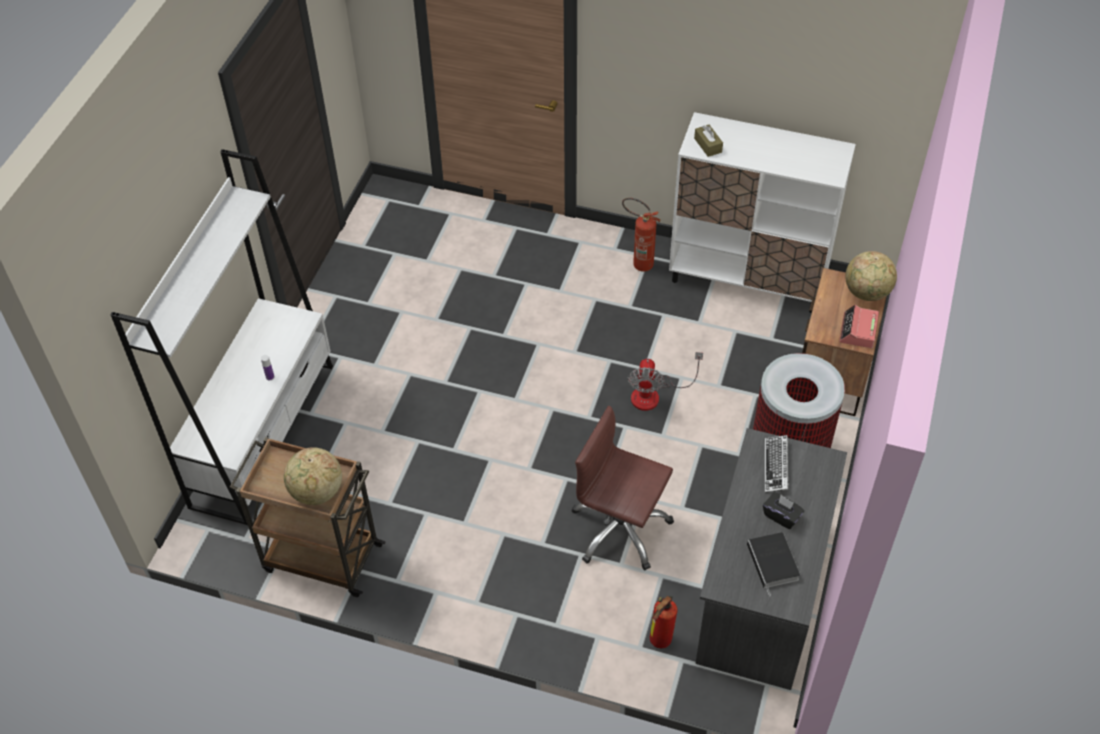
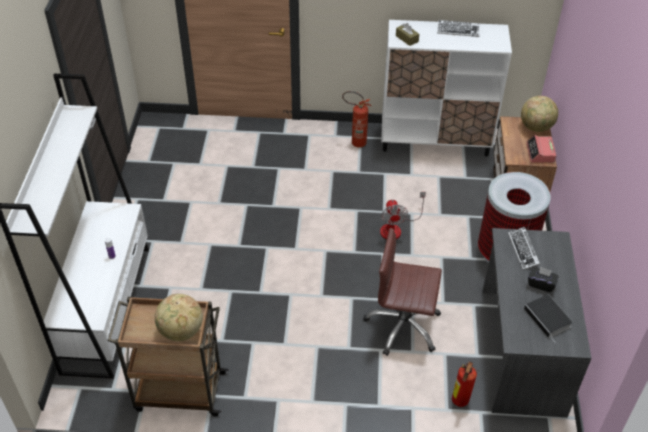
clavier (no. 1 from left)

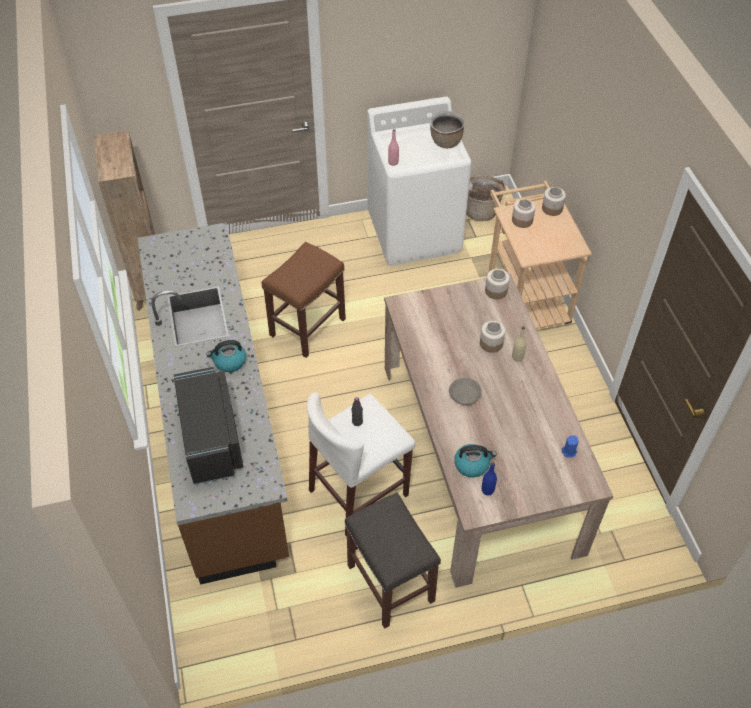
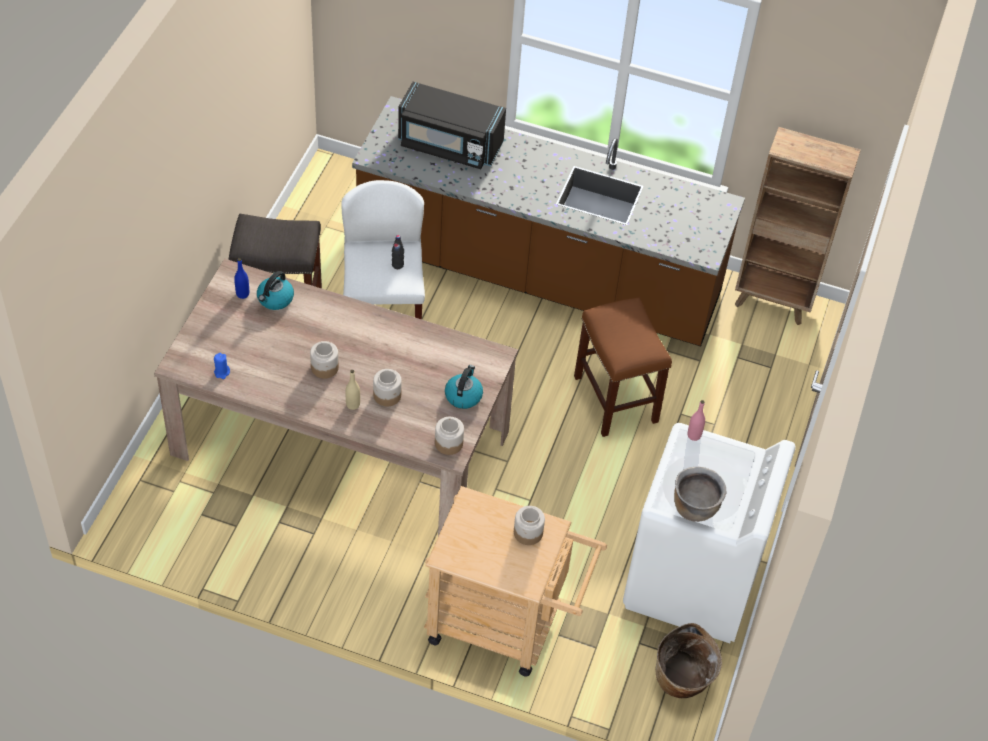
bol (gris)
bouilloire (no. 2 from left)
bocal (no. 1 from left)

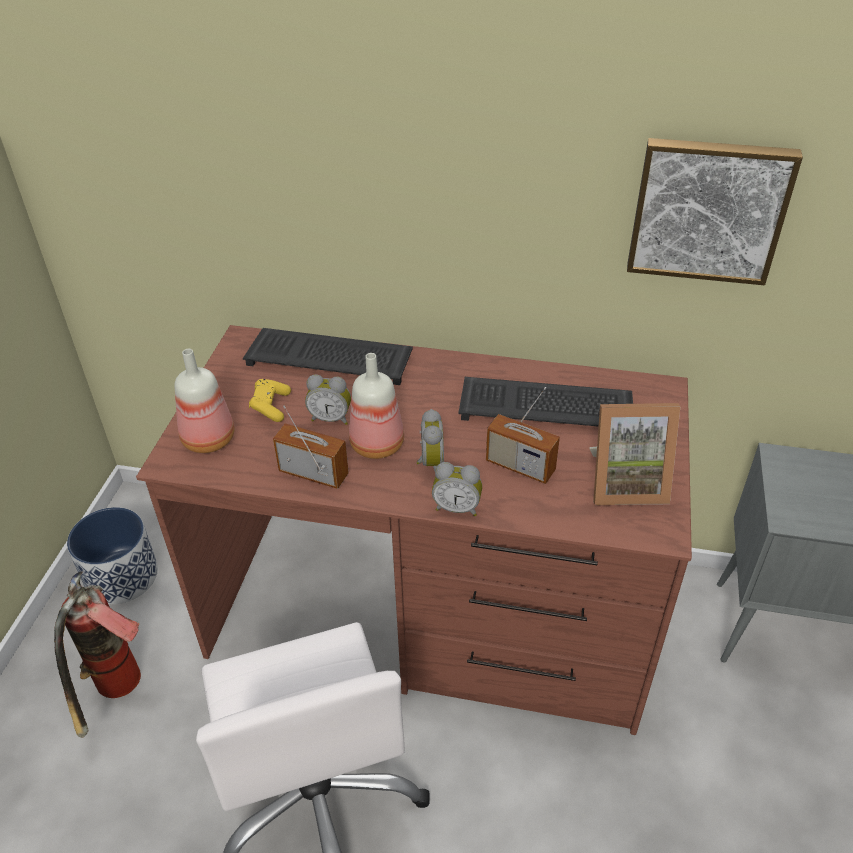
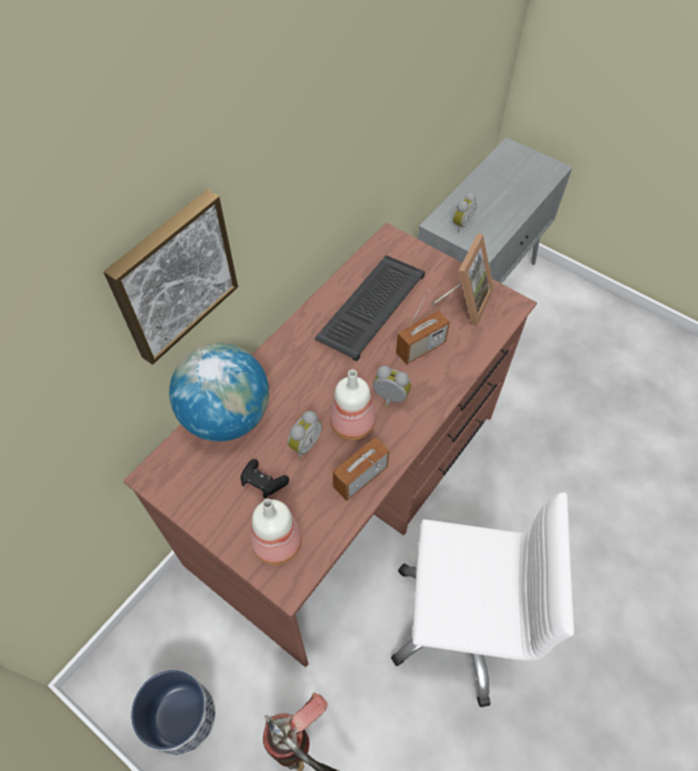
réveil (no. 3 from left)
tableau
globe
manette (noir)

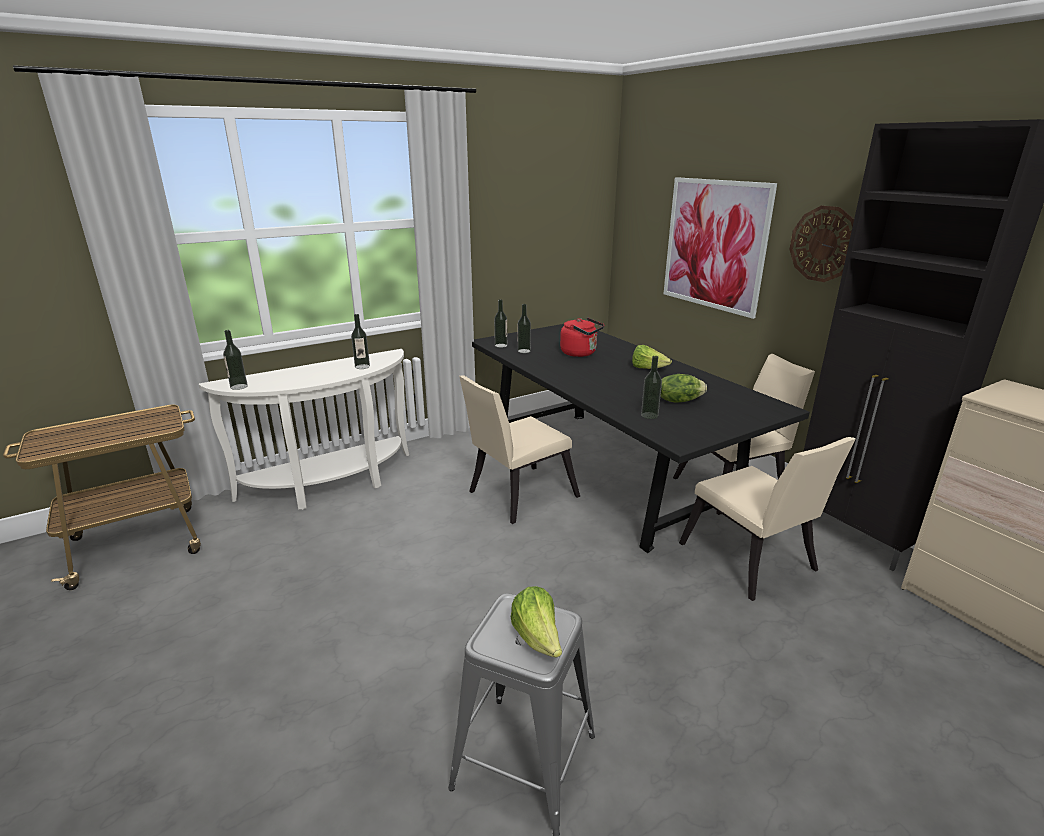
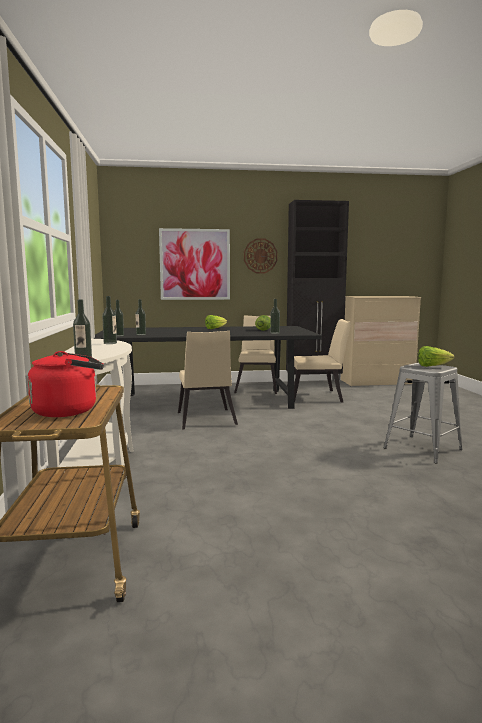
bouilloire (rouge)

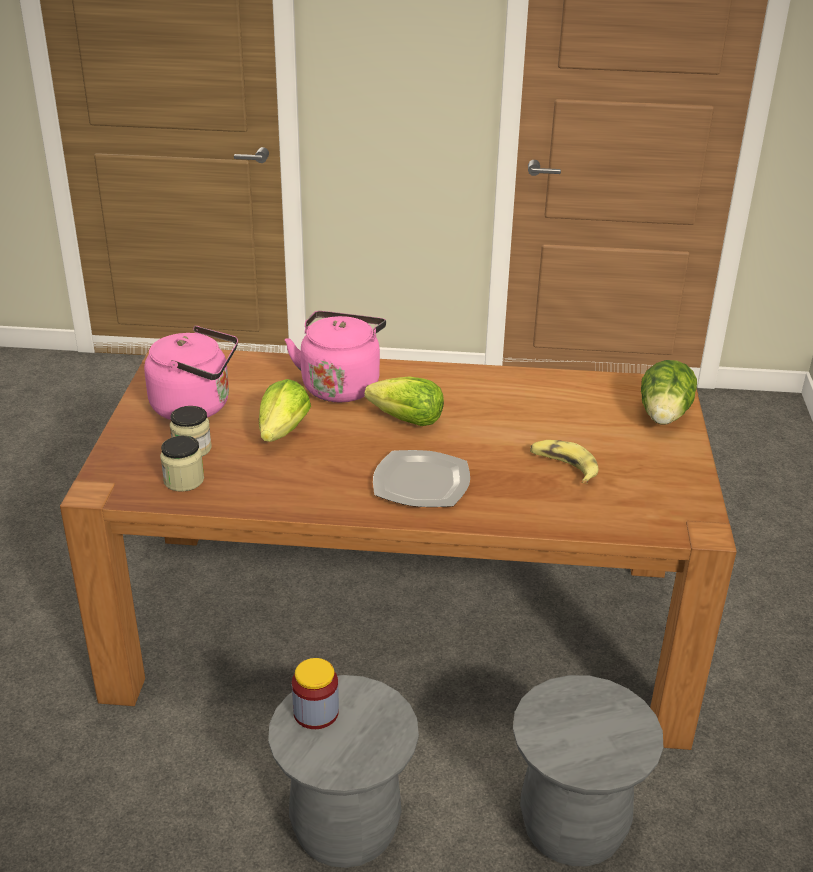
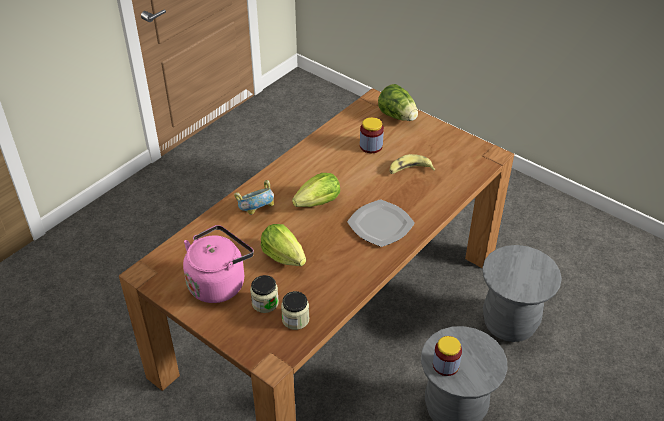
bocal (no. 3 from left)
bol

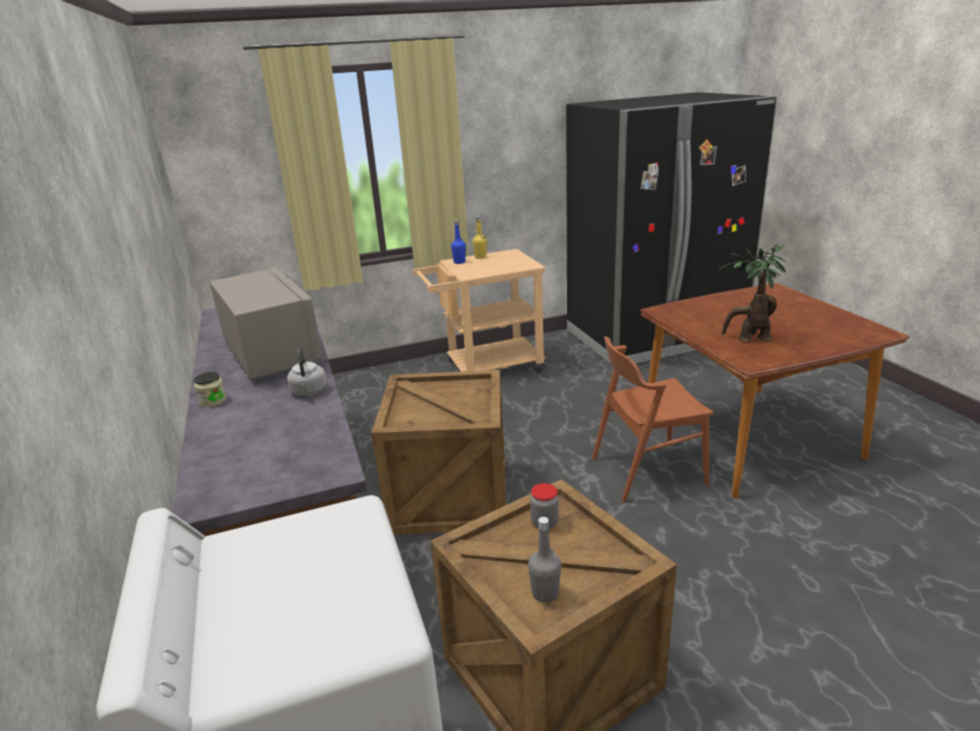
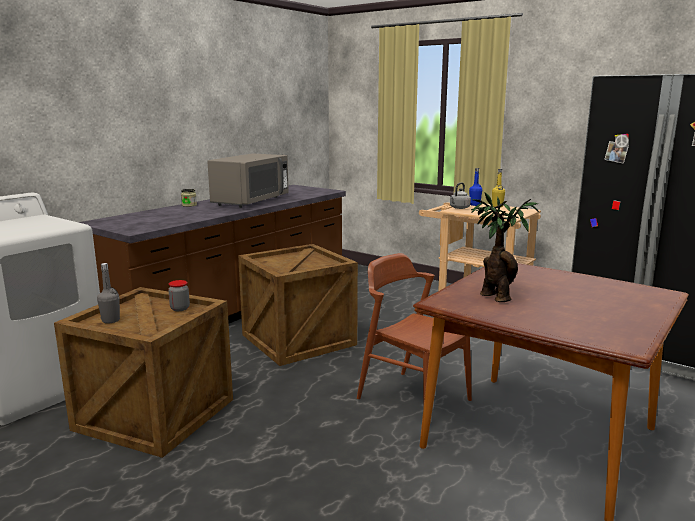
bouilloire (gris)

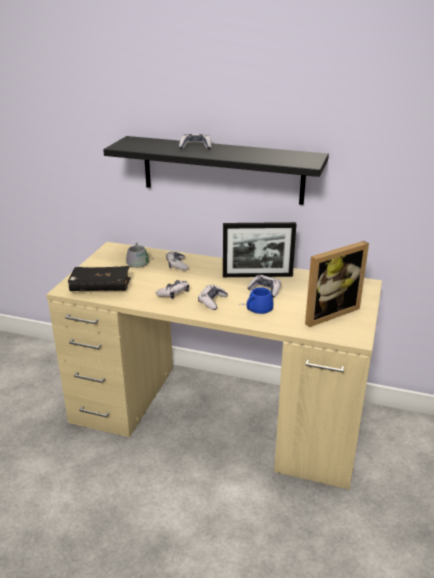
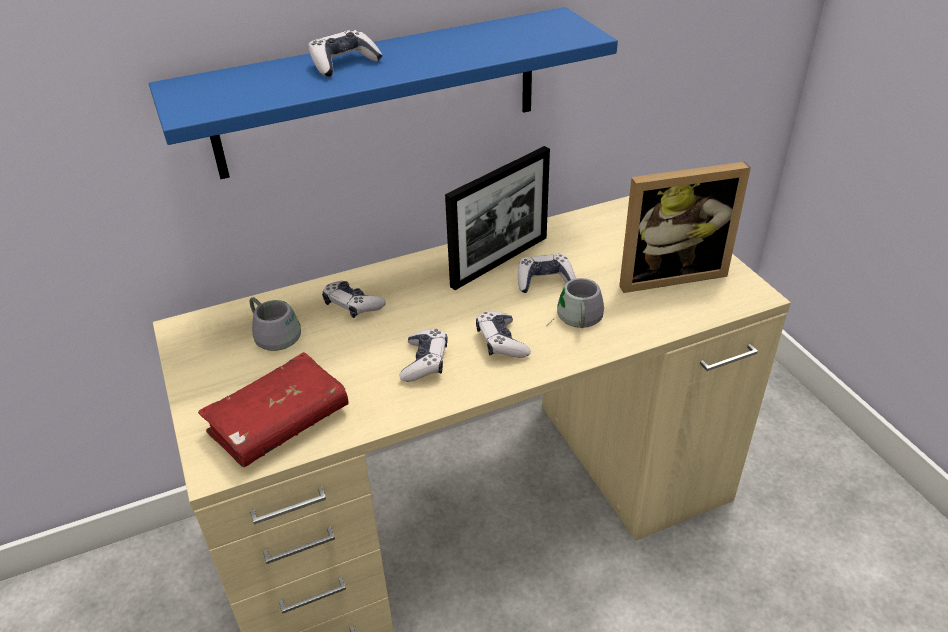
livre (rouge)
étagère (bleu)
mug (gris) (no. 2 from left)
cadre photo (no. 2 from left)

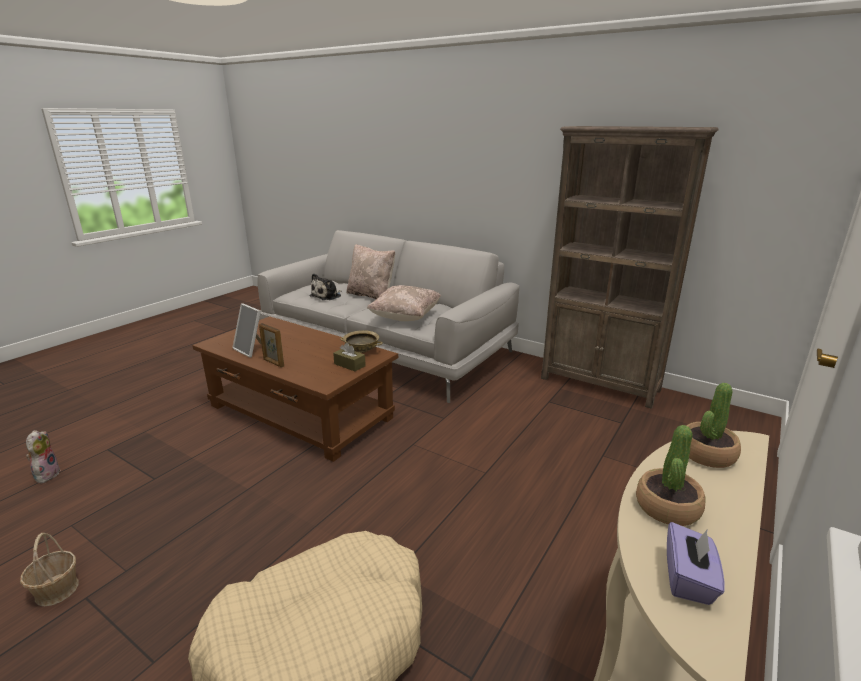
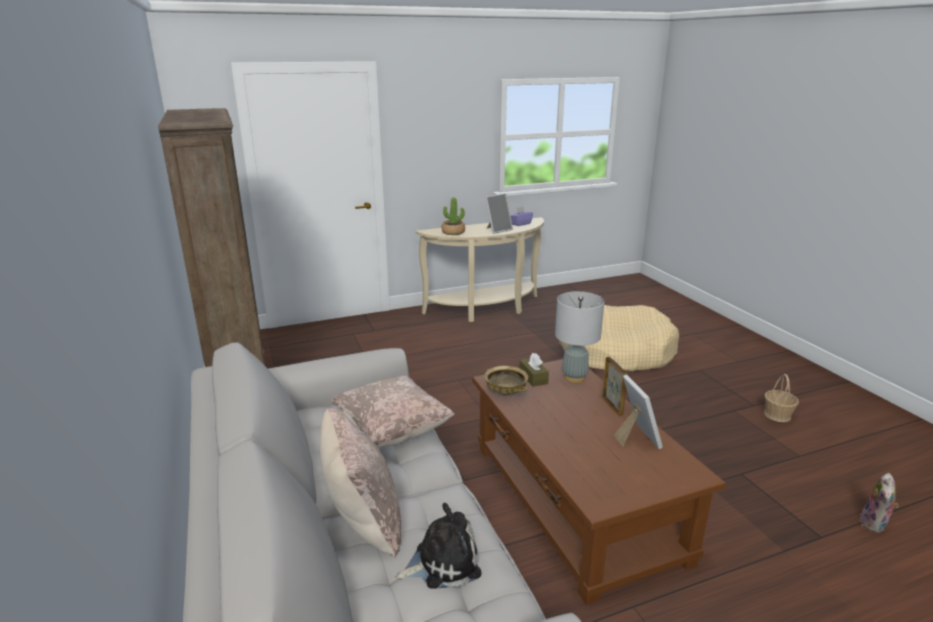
lampe de table (gris)
cadre photo (no. 1 from left)

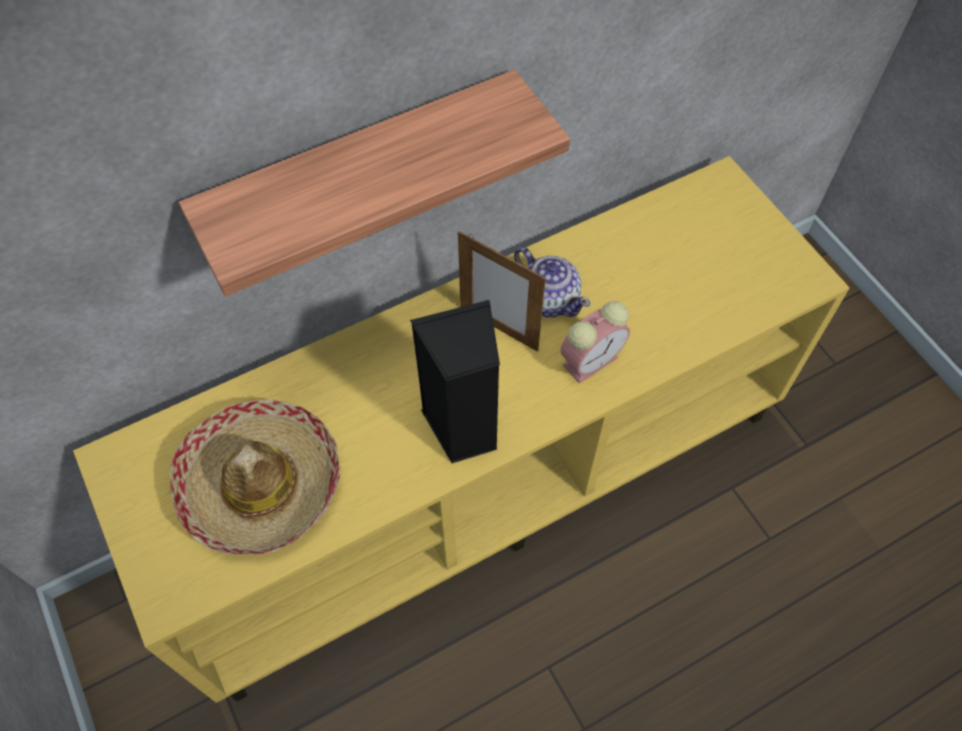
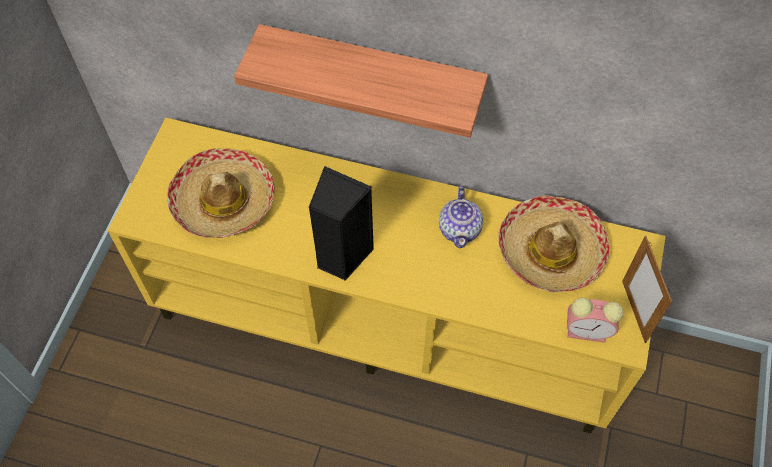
chapeau (no. 2 from left)
cadre photo
réveil

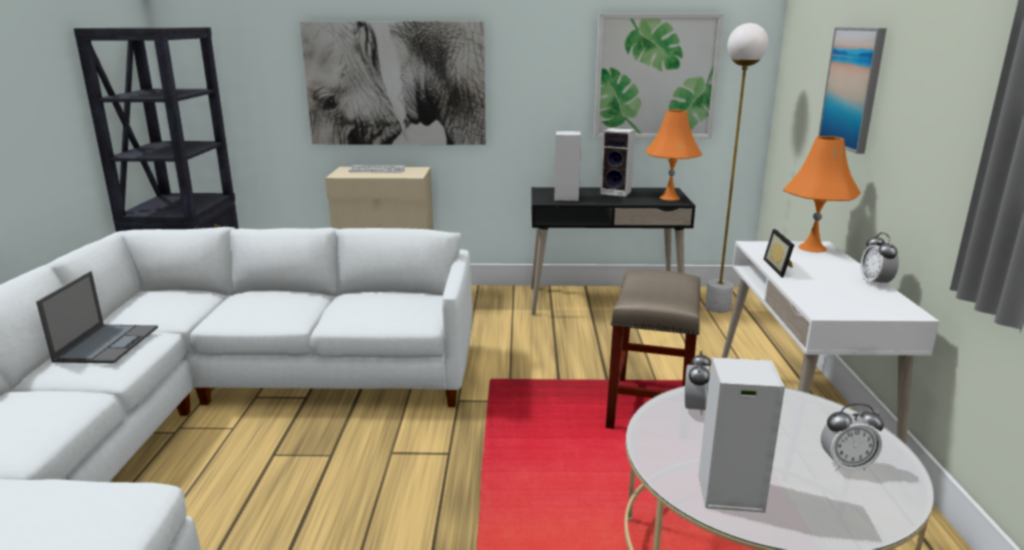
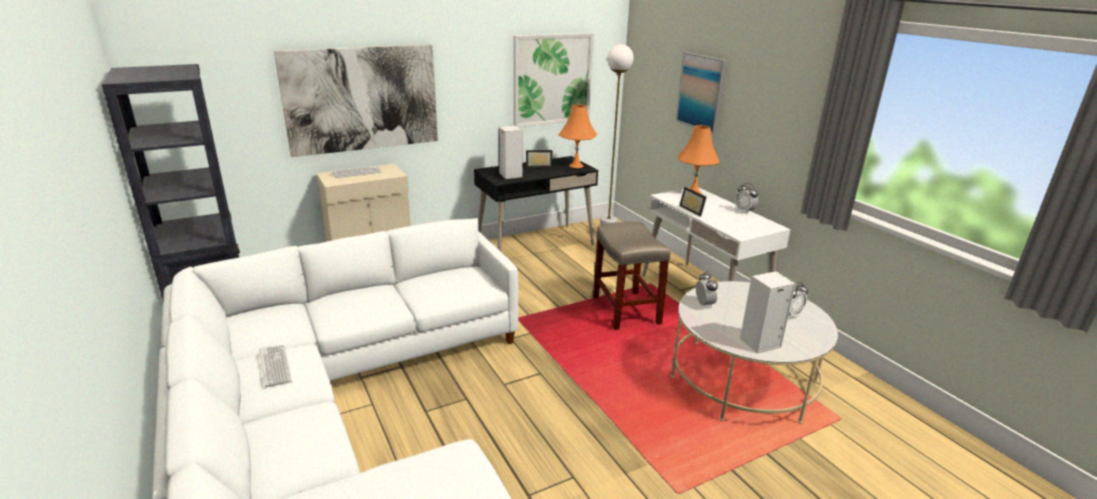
clavier (no. 1 from left)
cadre photo (no. 1 from left)

